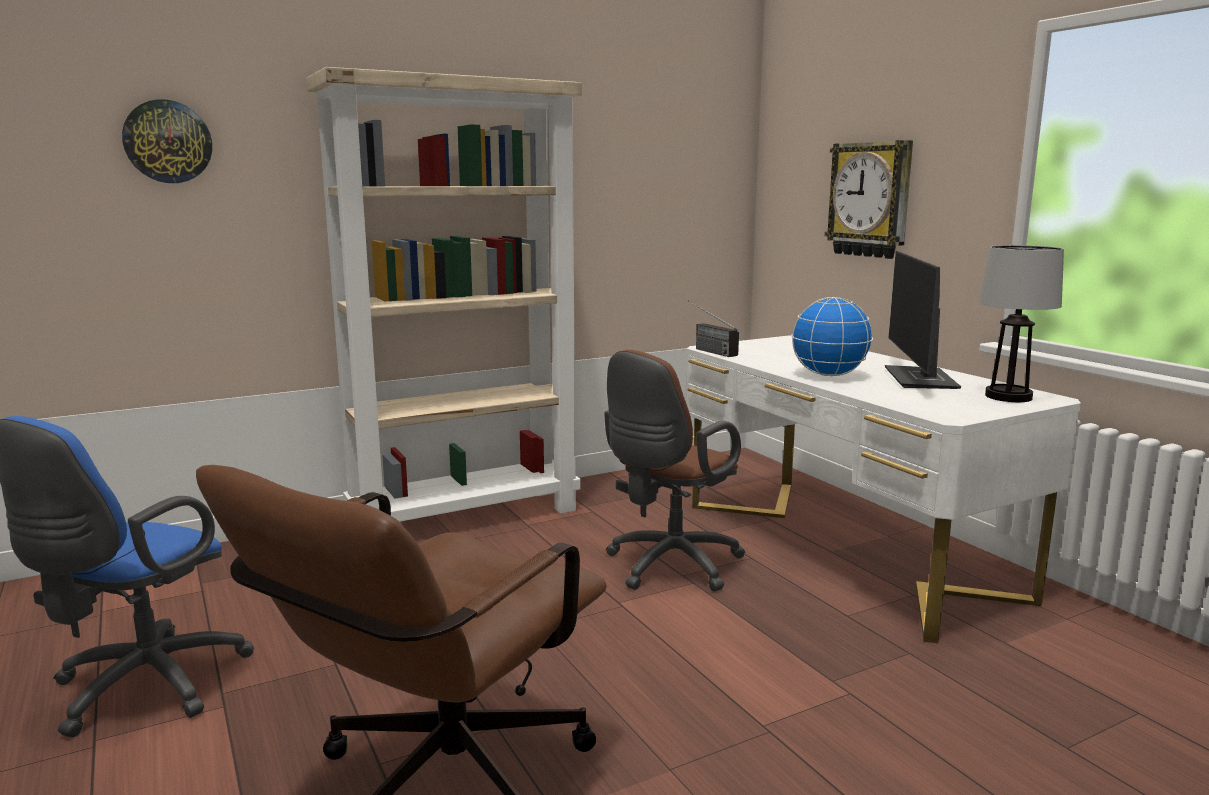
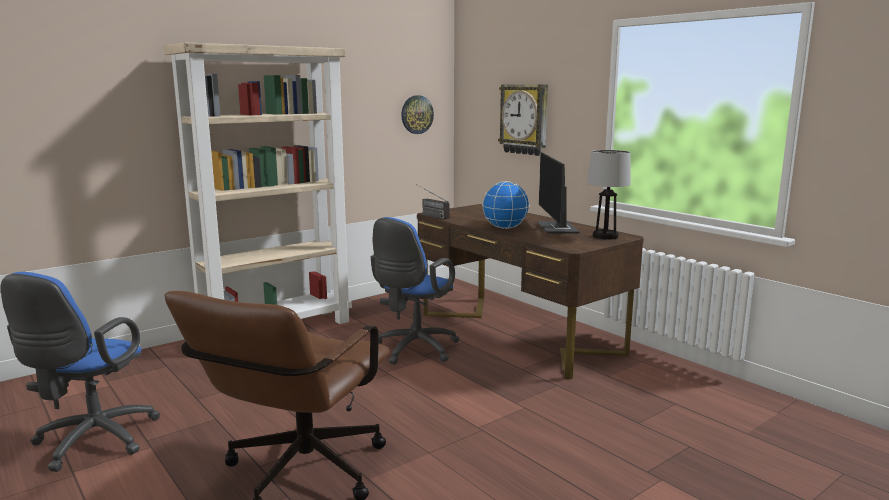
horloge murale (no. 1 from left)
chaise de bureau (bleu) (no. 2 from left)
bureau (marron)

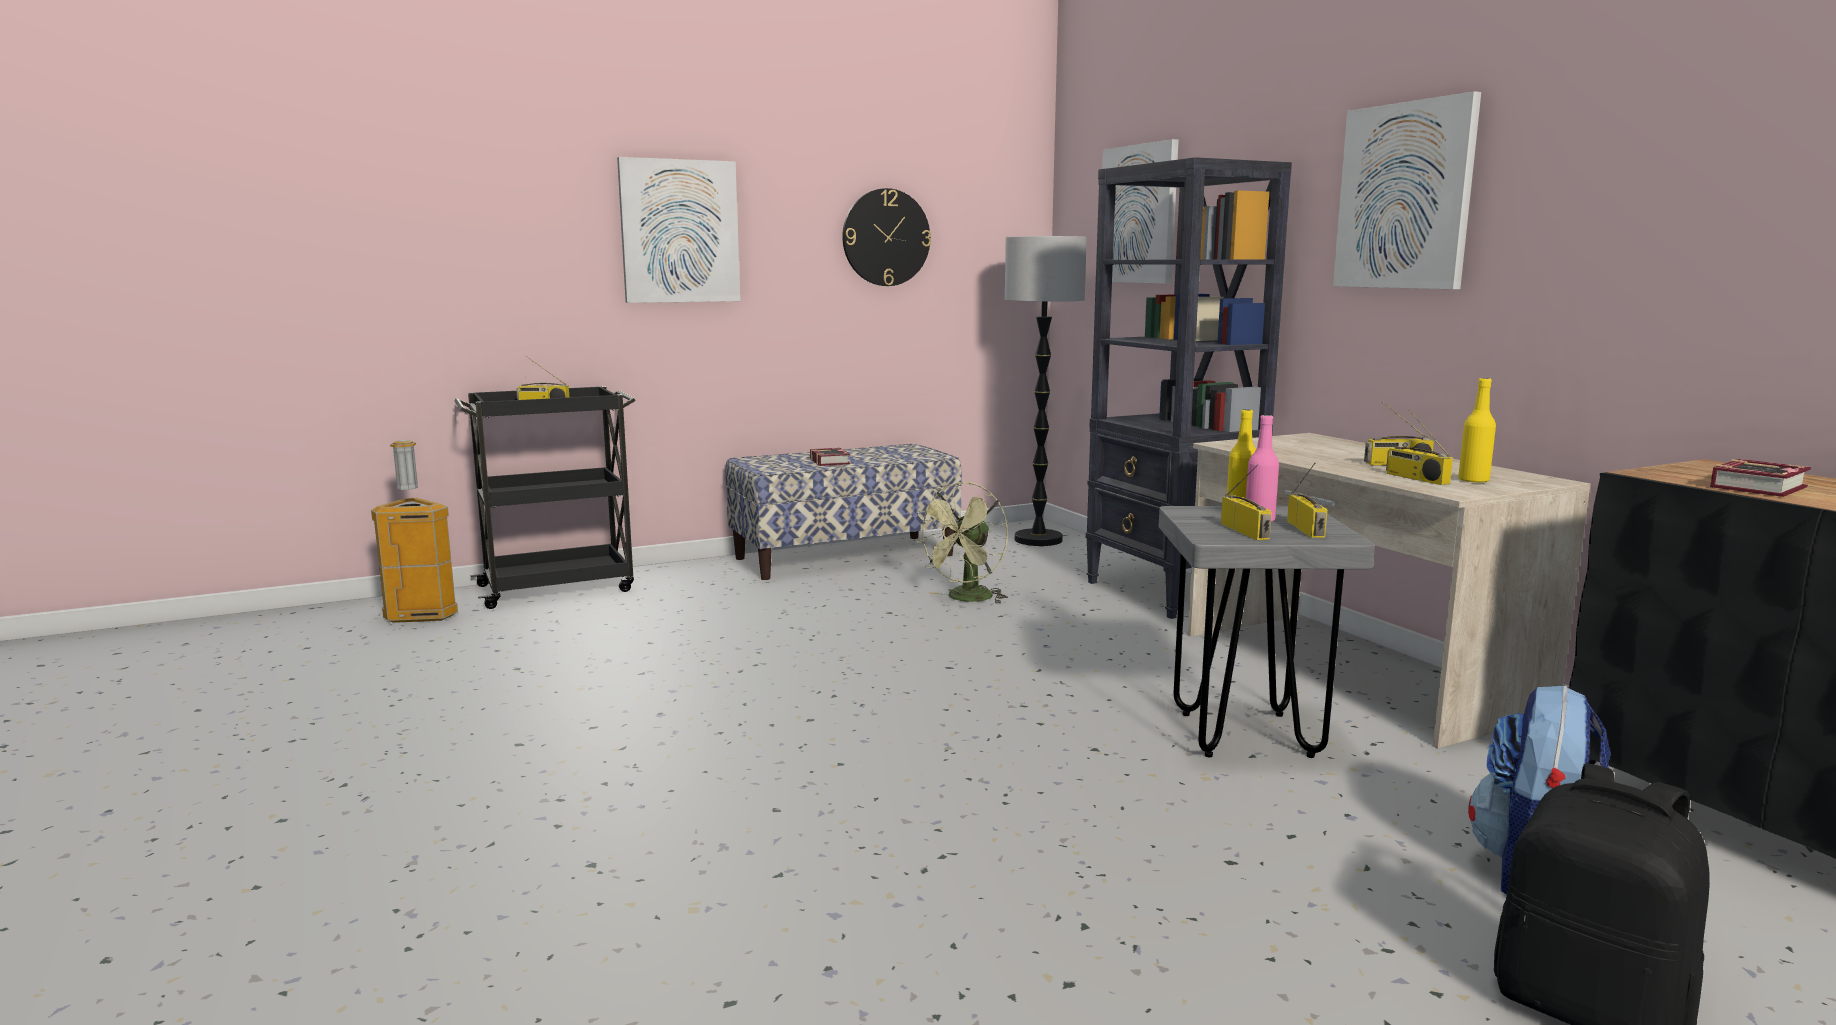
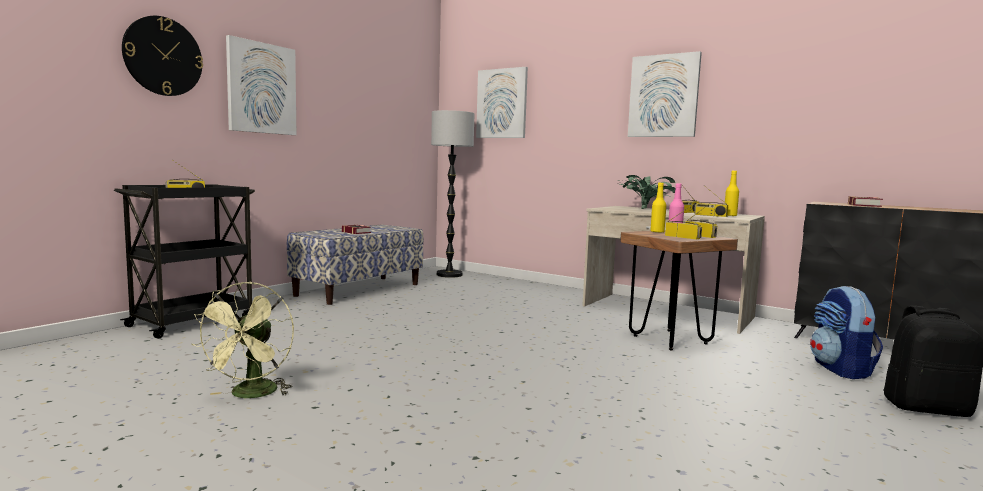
poubelle
bibliothèque (noir)
plante en pot
horloge murale
ventilateur (vert)
tabouret (marron)

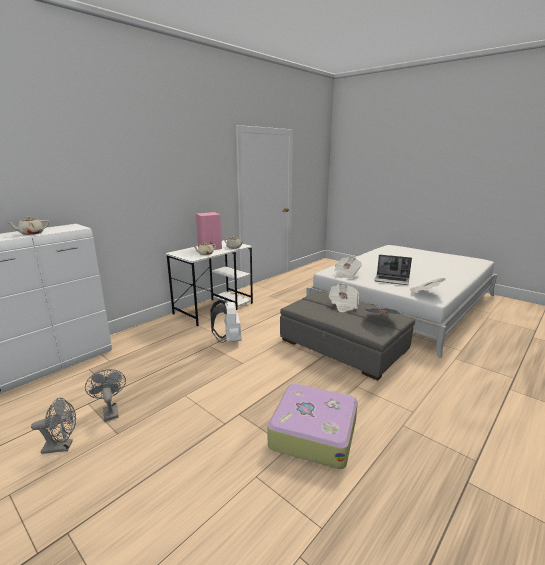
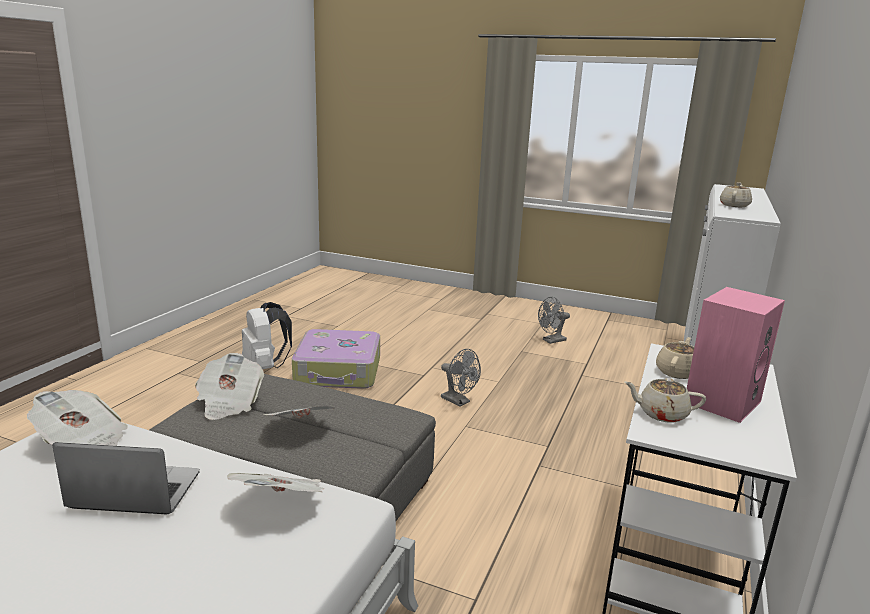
ventilateur (gris) (no. 1 from left)
sac à dos (blanc)

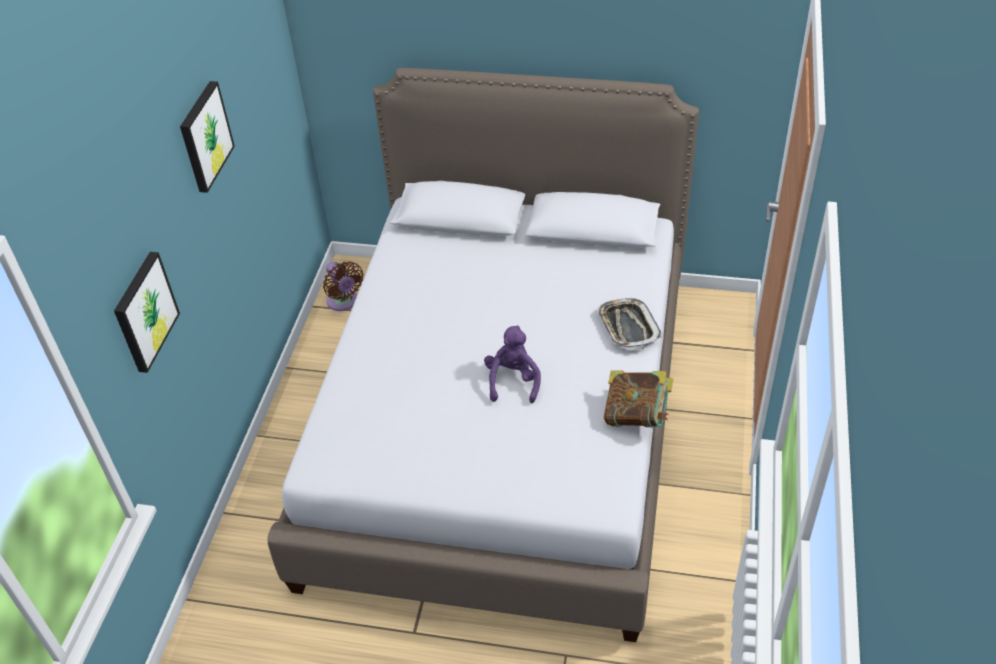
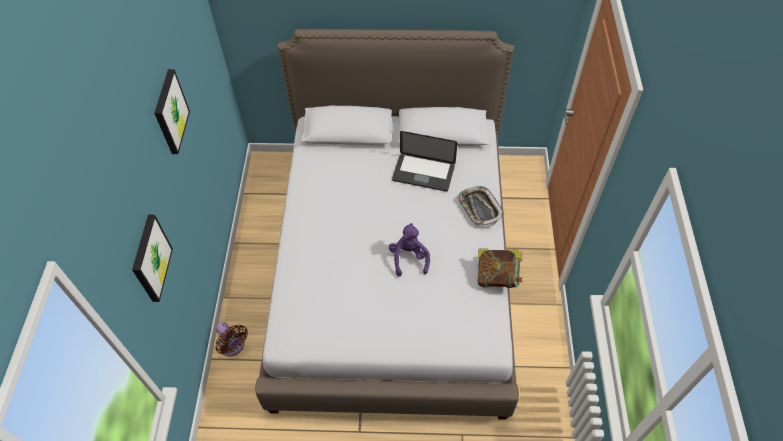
ordinateur portable
ventilateur (marron)

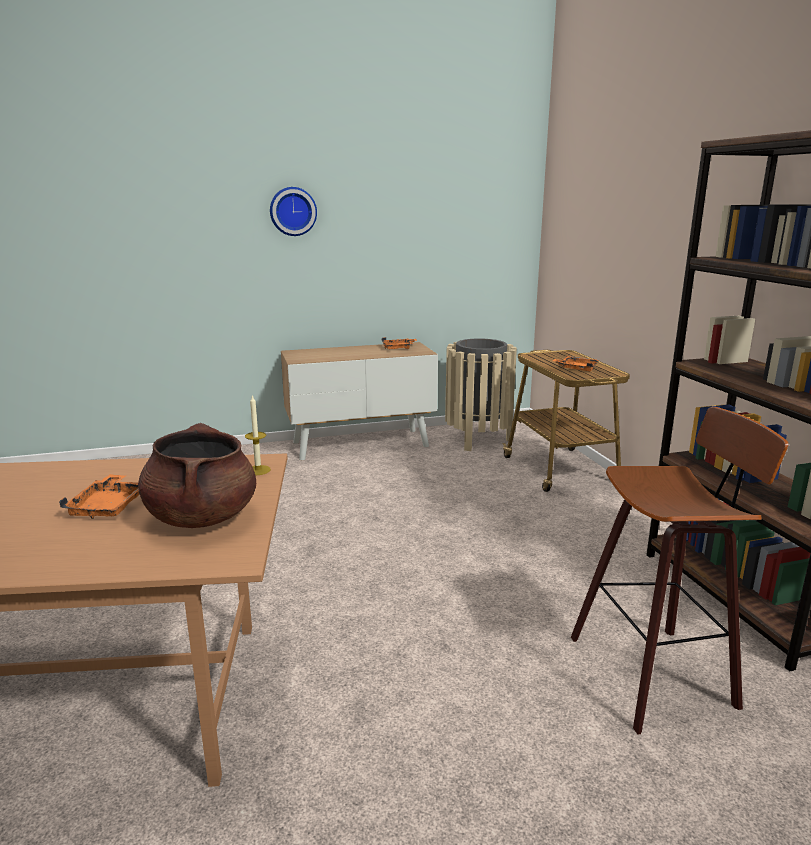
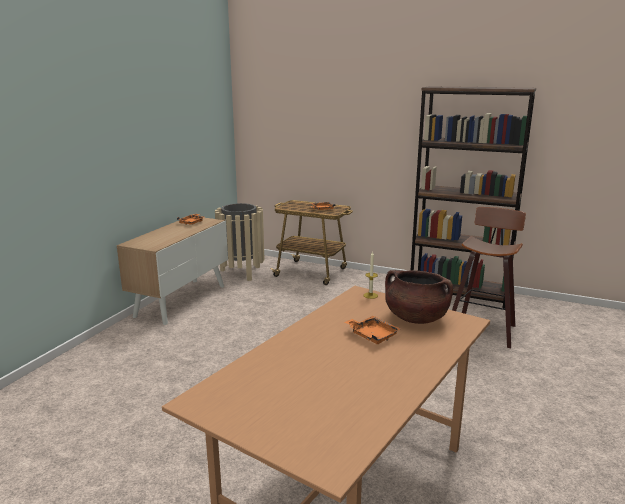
horloge murale

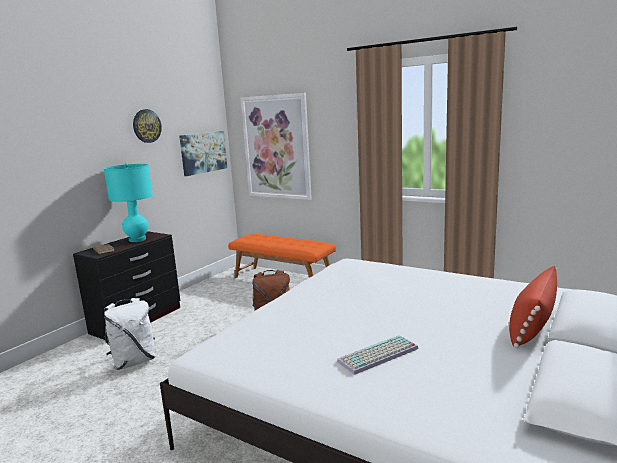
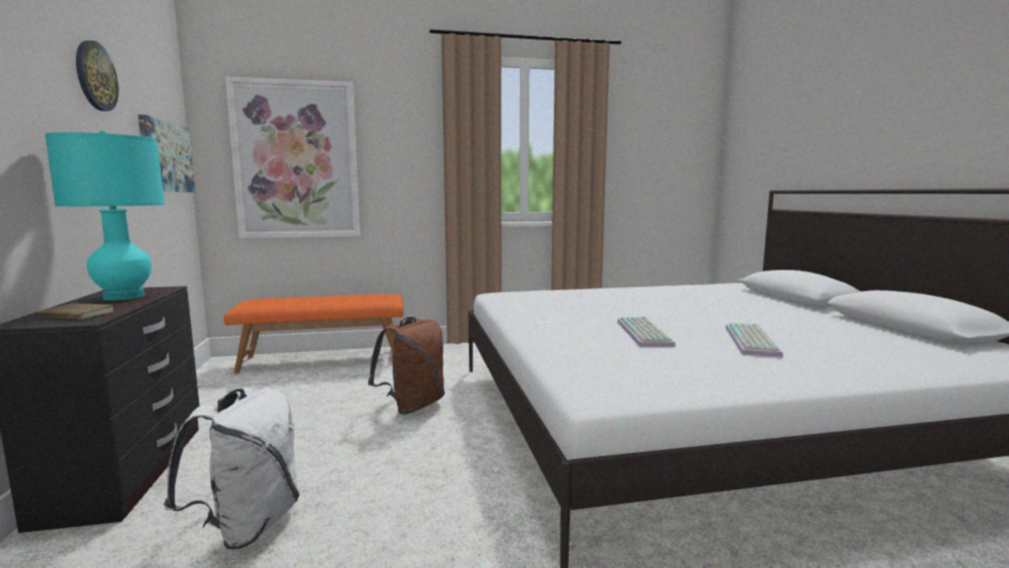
coussin (rouge)
clavier (no. 1 from left)

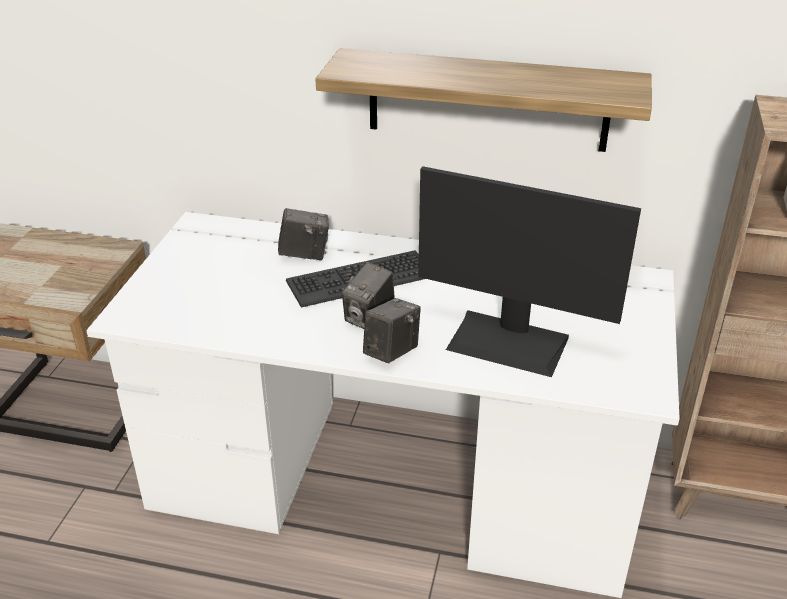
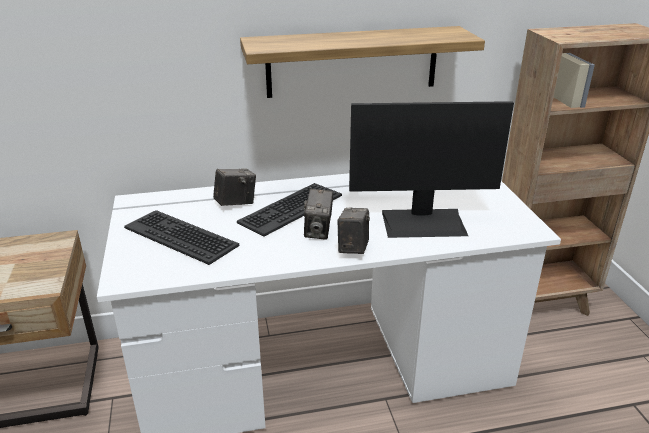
clavier (no. 1 from left)

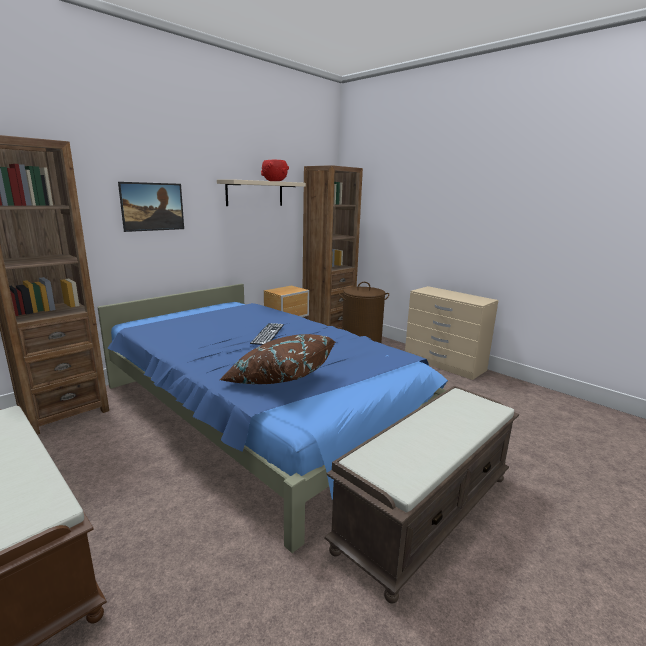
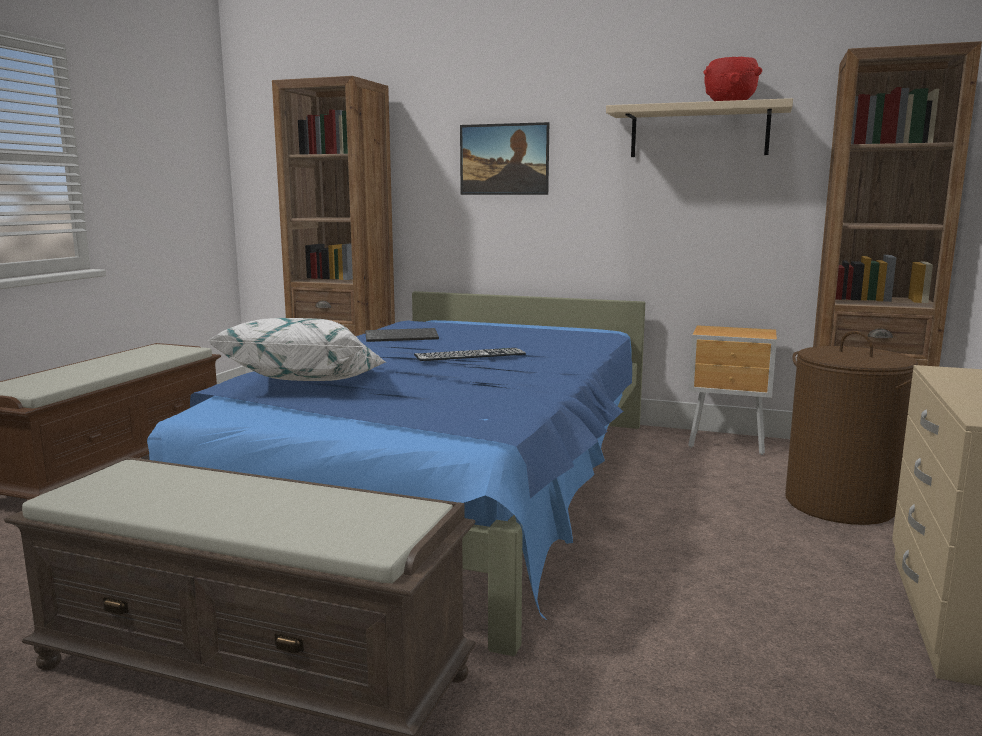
clavier (no. 1 from left)
coussin (blanc)

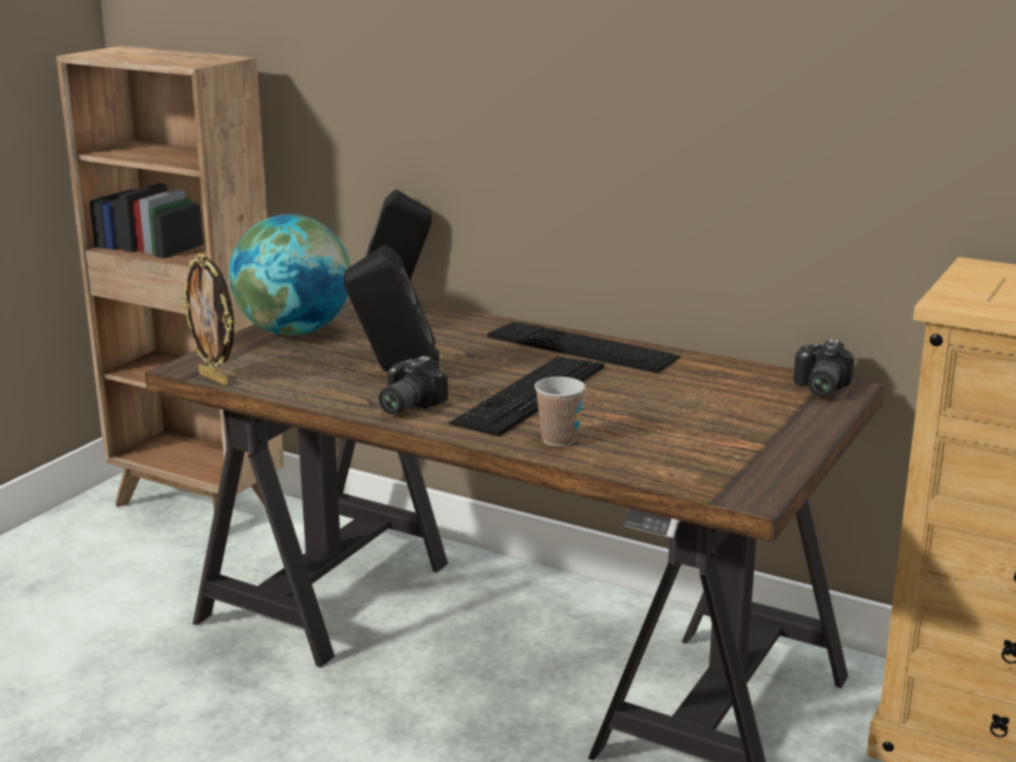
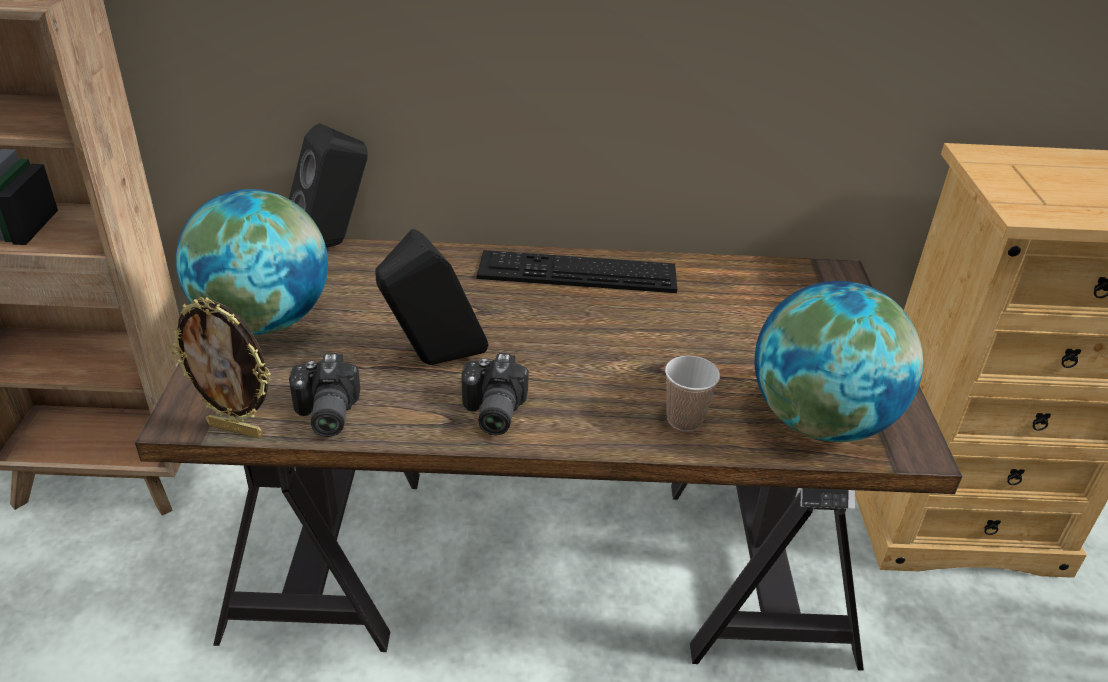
clavier (no. 1 from left in the first image)
globe (no. 2 from left)
appareil photo (no. 1 from left)

